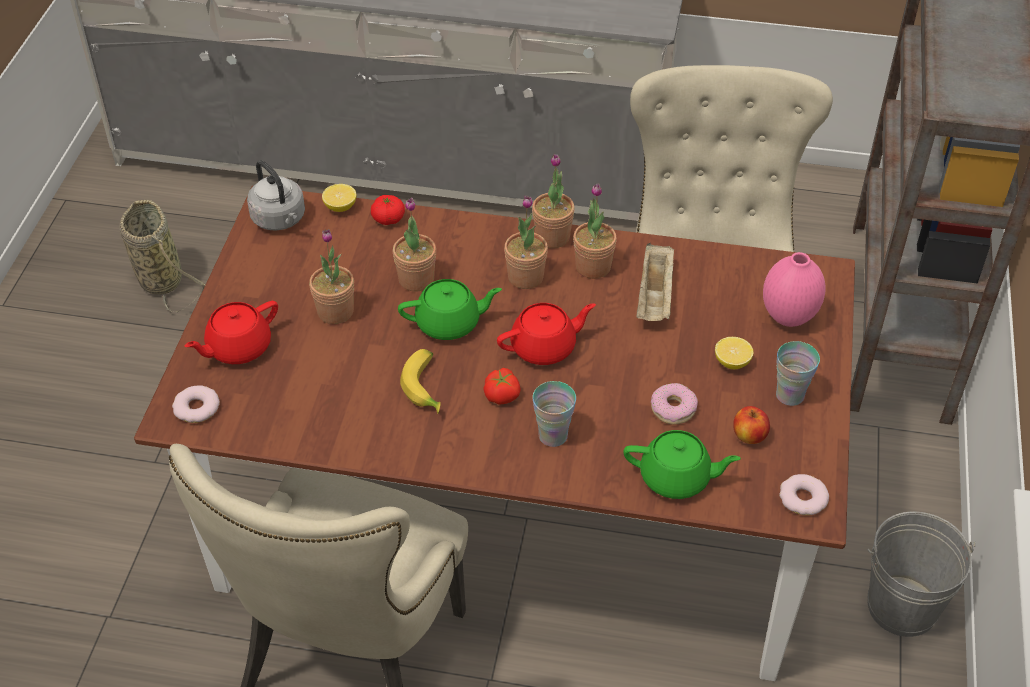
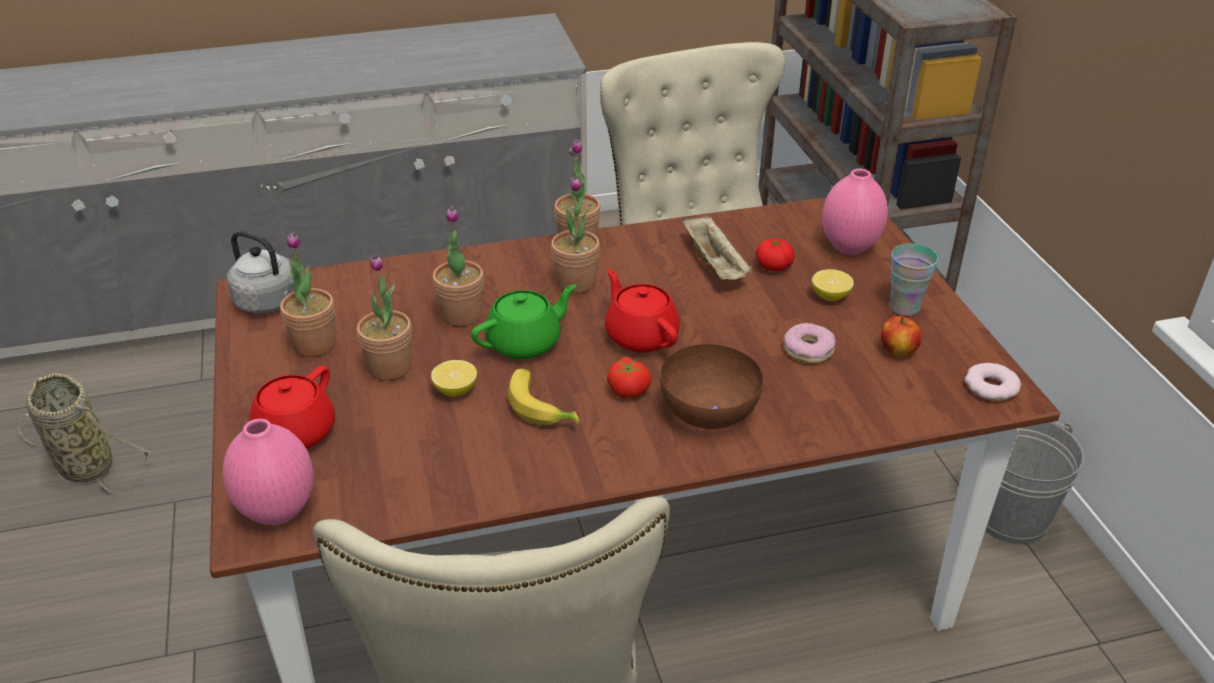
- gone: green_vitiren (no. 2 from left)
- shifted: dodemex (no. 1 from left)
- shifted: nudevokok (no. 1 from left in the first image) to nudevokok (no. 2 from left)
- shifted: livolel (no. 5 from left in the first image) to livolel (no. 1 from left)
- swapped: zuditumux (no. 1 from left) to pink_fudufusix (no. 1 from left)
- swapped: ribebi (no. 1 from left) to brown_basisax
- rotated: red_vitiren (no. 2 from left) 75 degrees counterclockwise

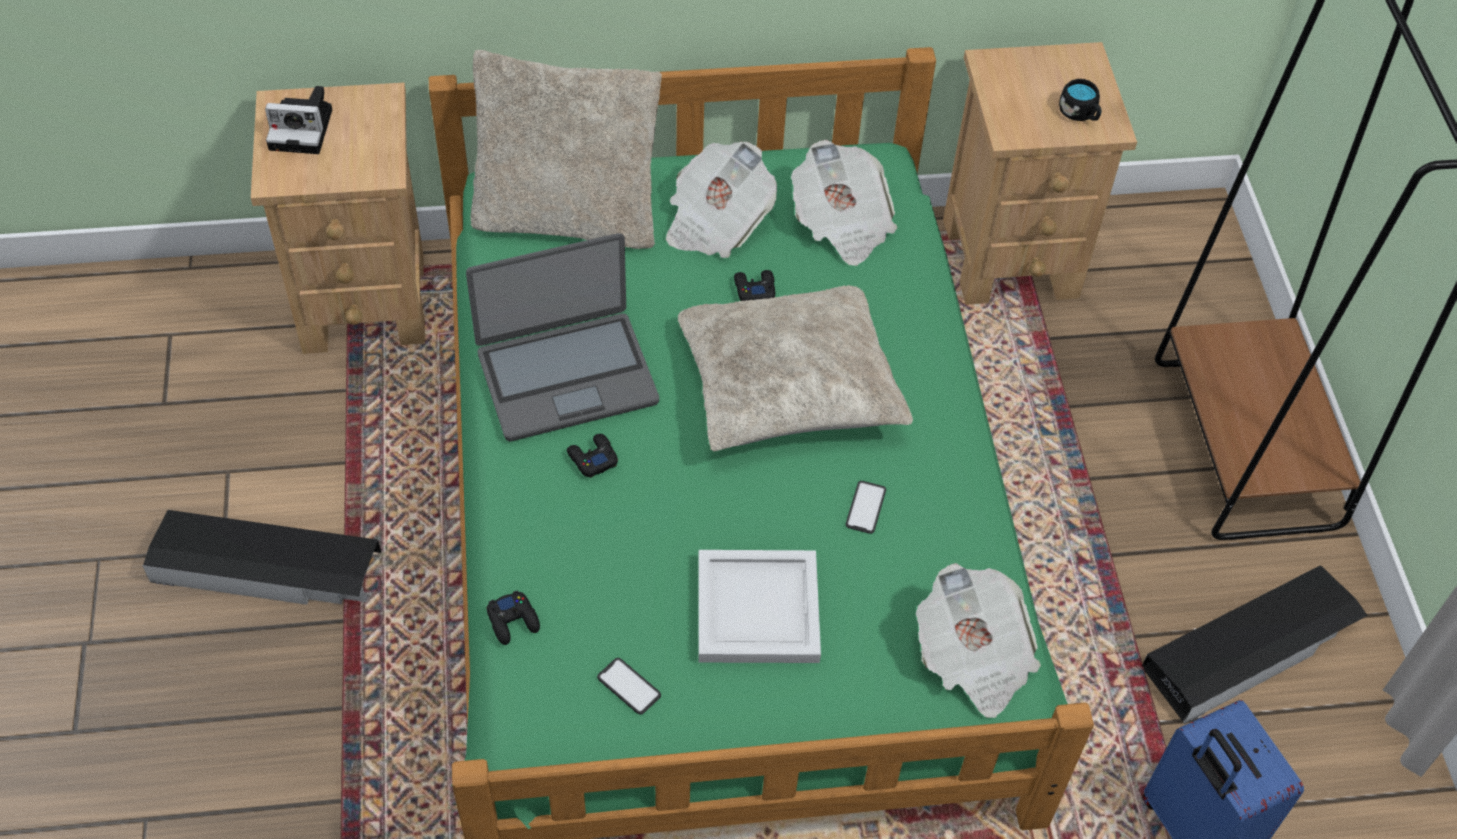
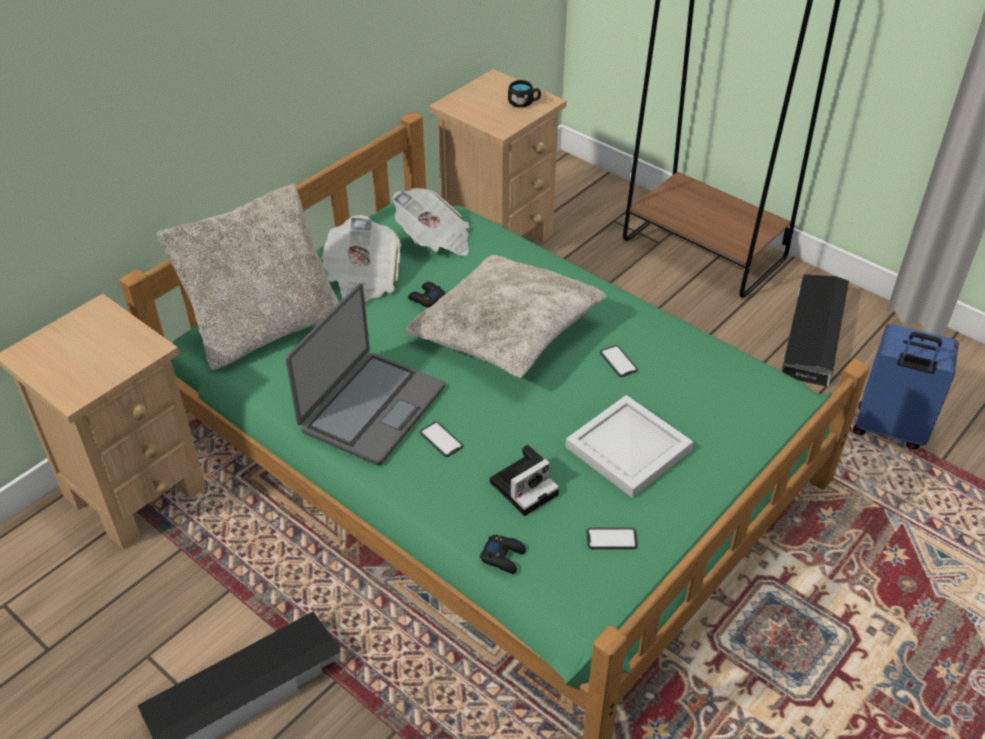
- gone: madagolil (no. 3 from left)
- shifted: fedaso
- swapped: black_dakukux (no. 2 from left) to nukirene (no. 1 from left)

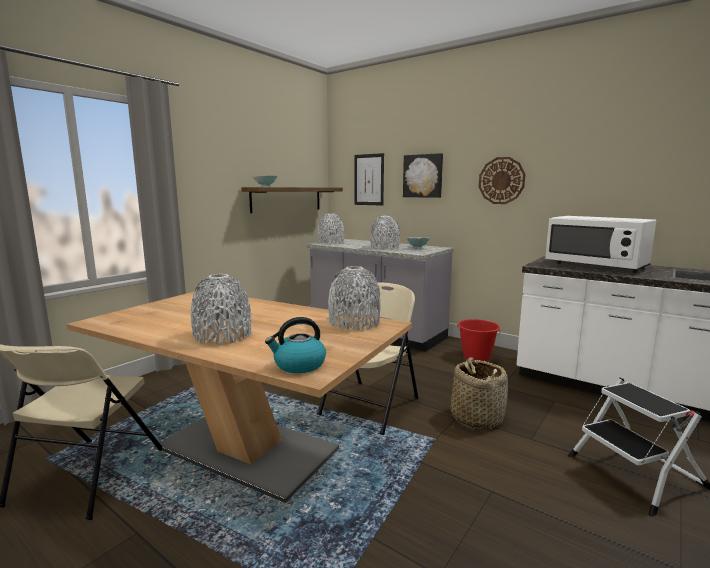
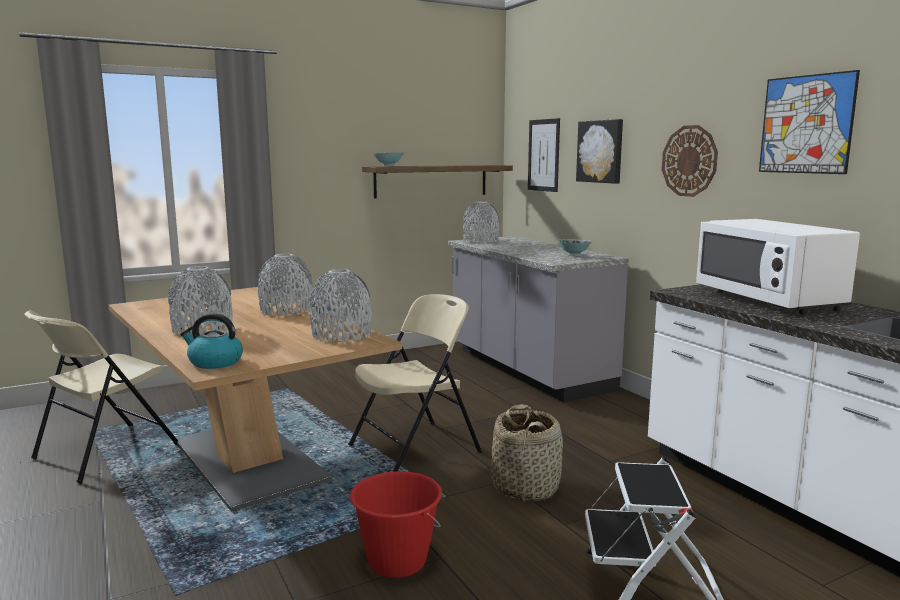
- new: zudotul (no. 3 from left)
- shifted: grey_fudufusix (no. 4 from left in the first image) to grey_fudufusix (no. 2 from left)
- shifted: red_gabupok

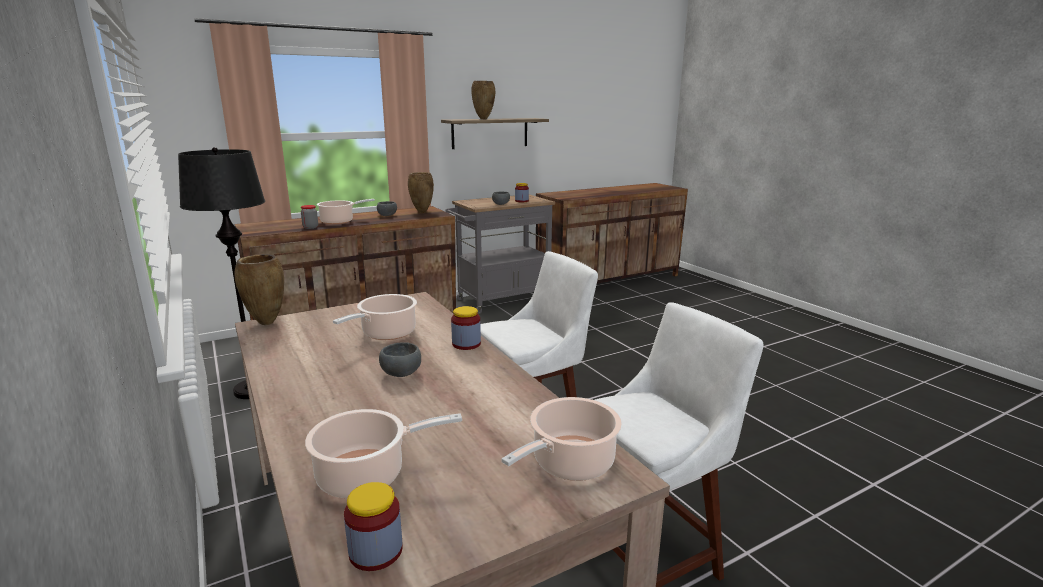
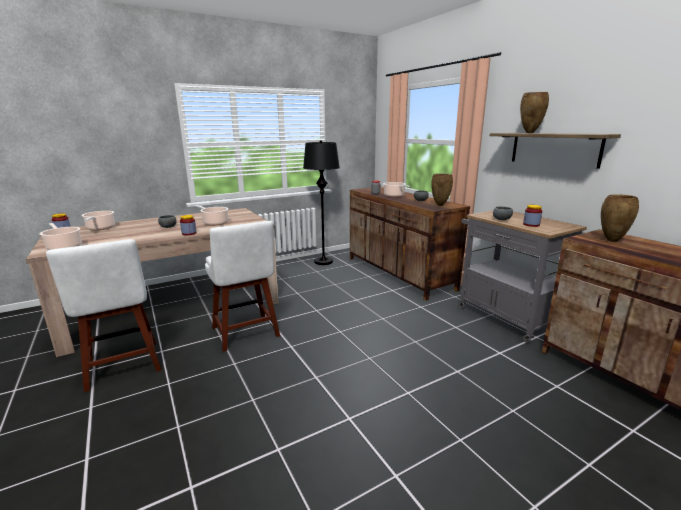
- shifted: brown_fudufusix (no. 1 from left in the first image) to brown_fudufusix (no. 3 from left)

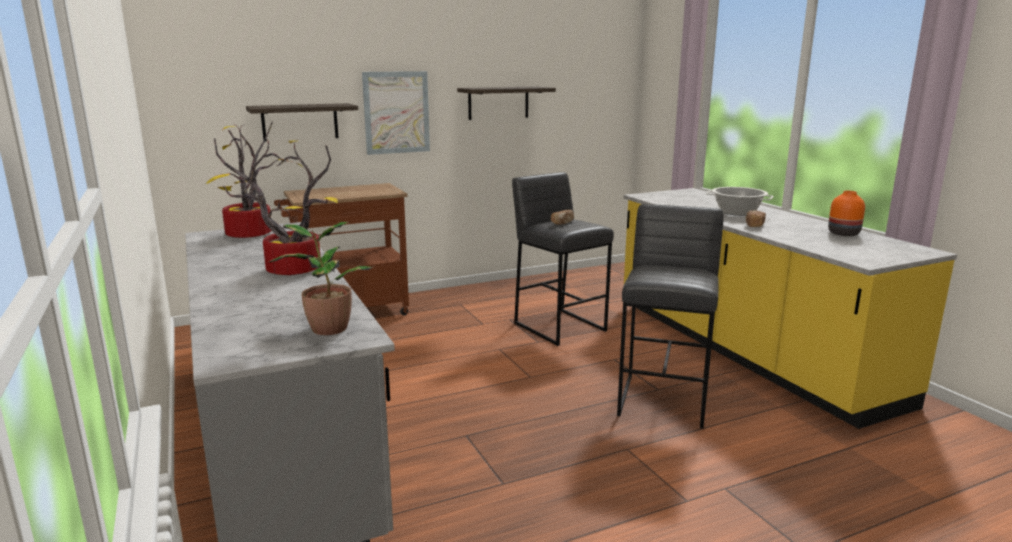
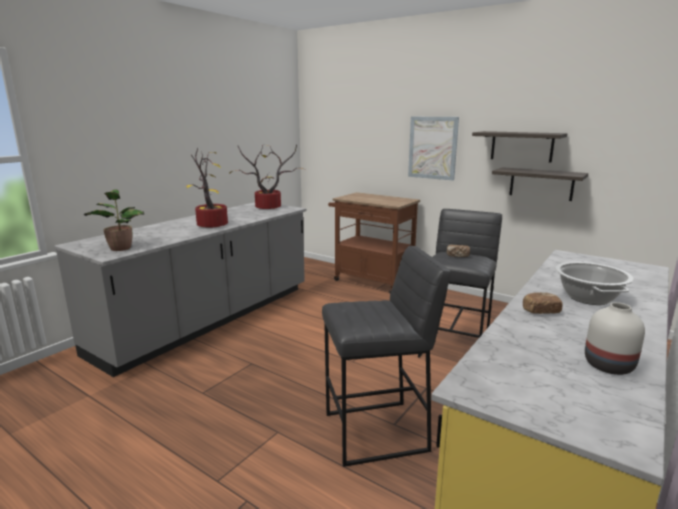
- shifted: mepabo (no. 1 from left in the first image) to mepabo (no. 2 from left)
- repainted: orange_fudufusix to white_fudufusix

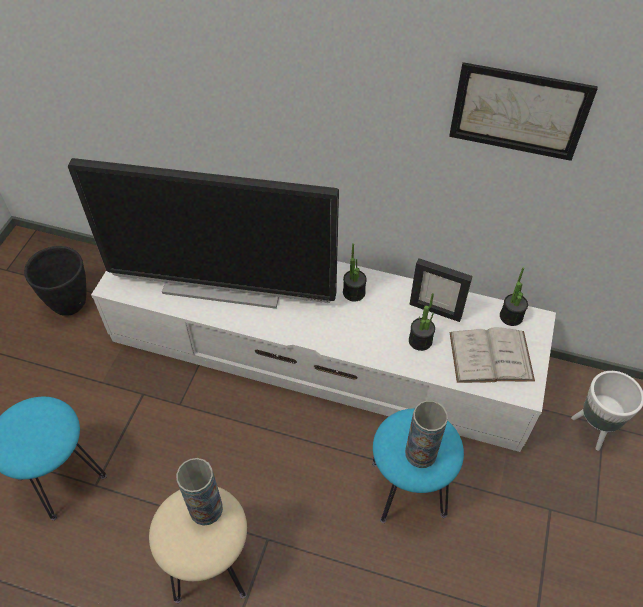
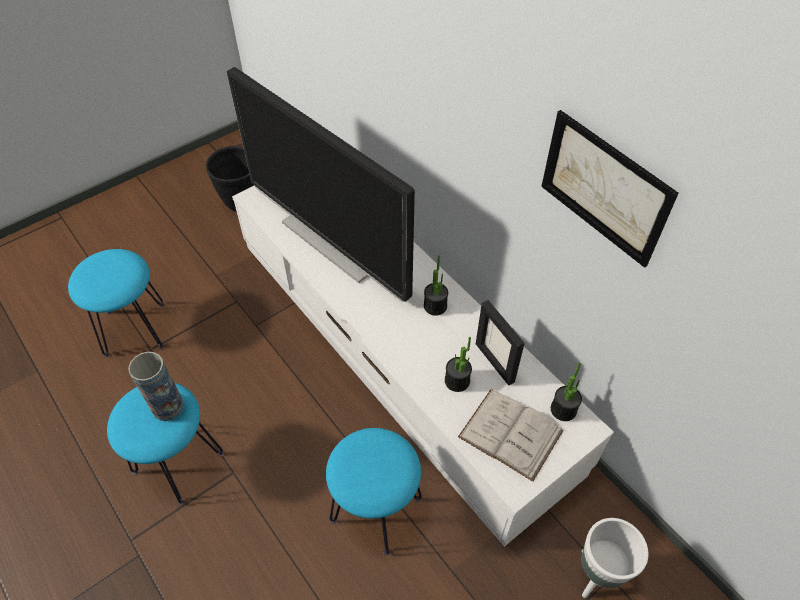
- gone: fudufusix (no. 2 from left)
- repainted: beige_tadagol to turquoise_tadagol (no. 2 from left)

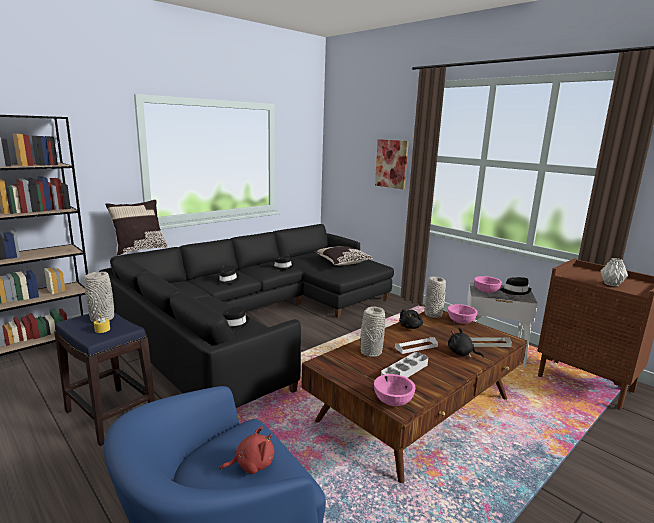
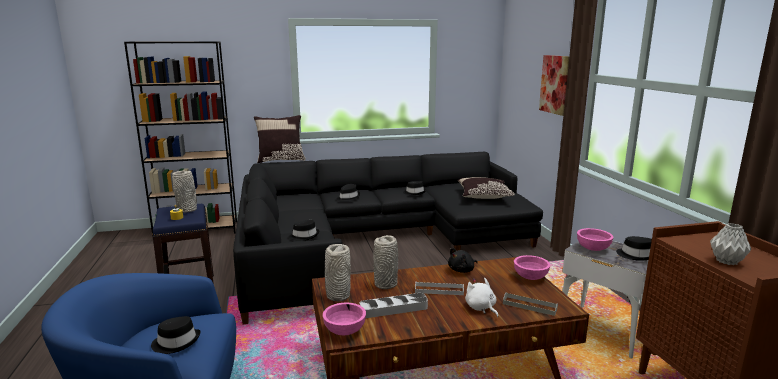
- shifted: grey_fudufusix (no. 3 from left in the first image) to grey_fudufusix (no. 2 from left)
- swapped: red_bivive to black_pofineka (no. 1 from left)
- repainted: black_bivive (no. 2 from left) to white_bivive

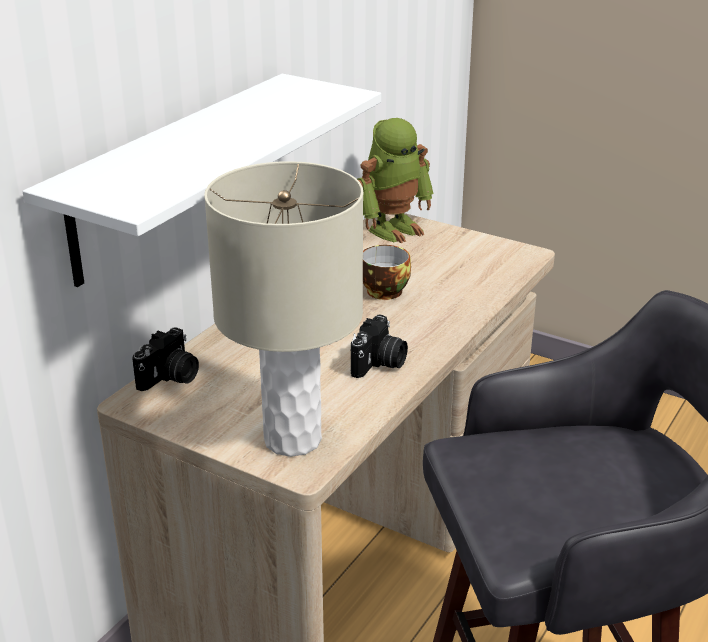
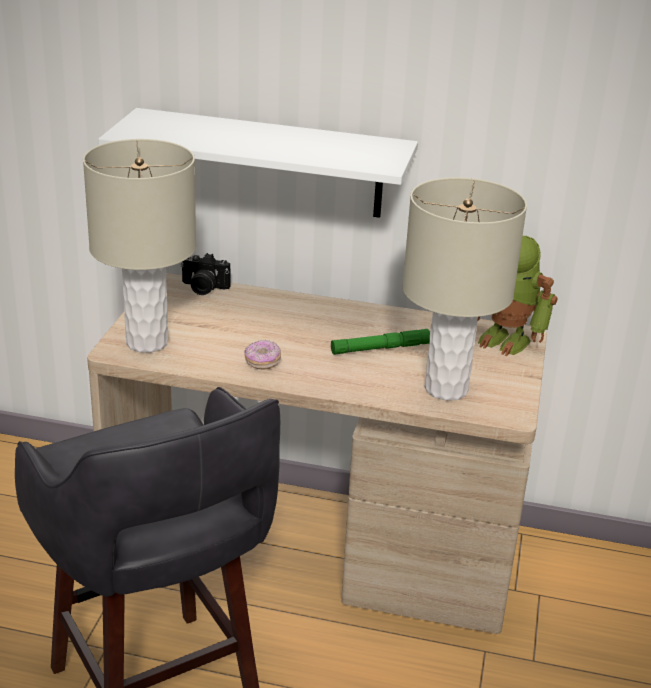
- new: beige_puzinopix (no. 2 from left)
- swapped: fedaso (no. 2 from left) to zuditumux
- swapped: ribebi to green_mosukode

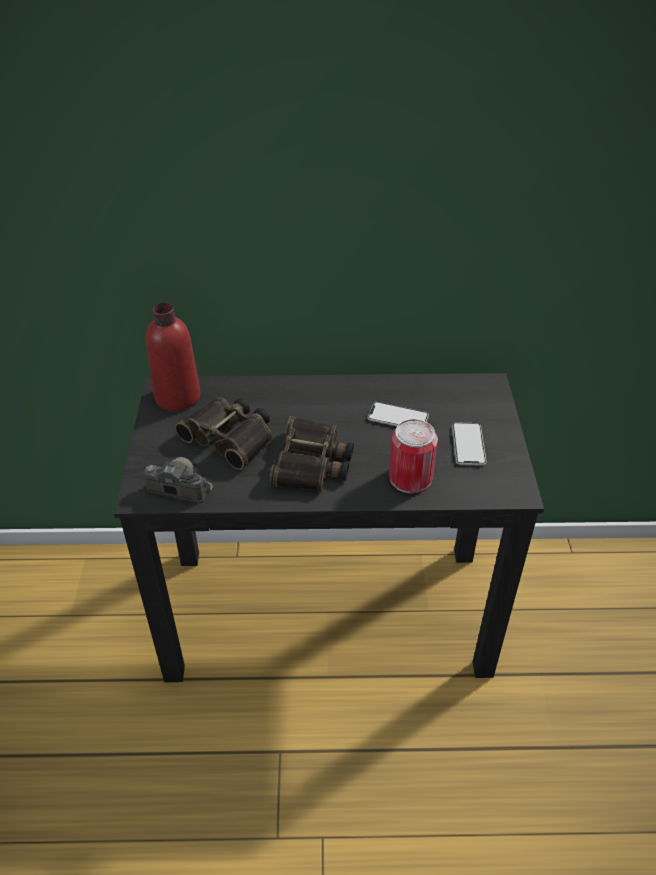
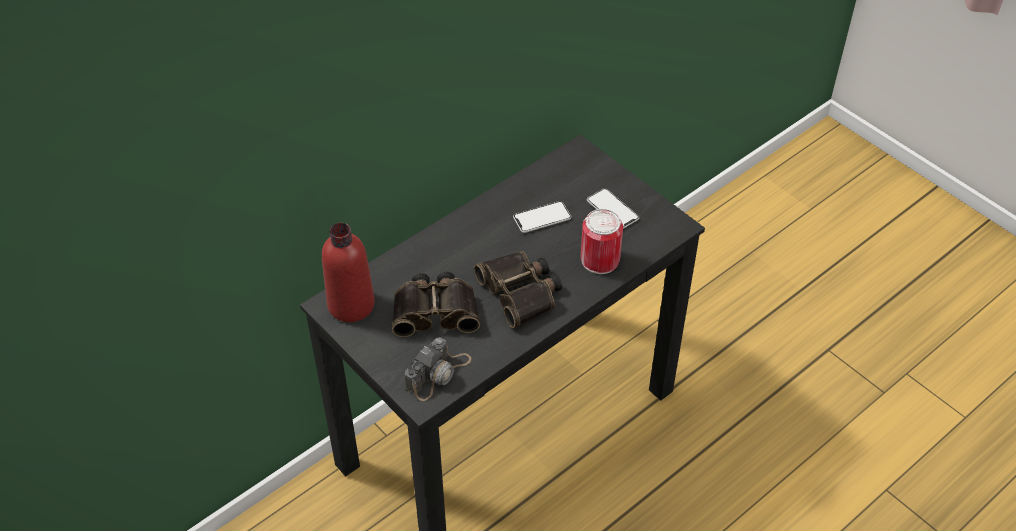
- rotated: fedaso 150 degrees clockwise

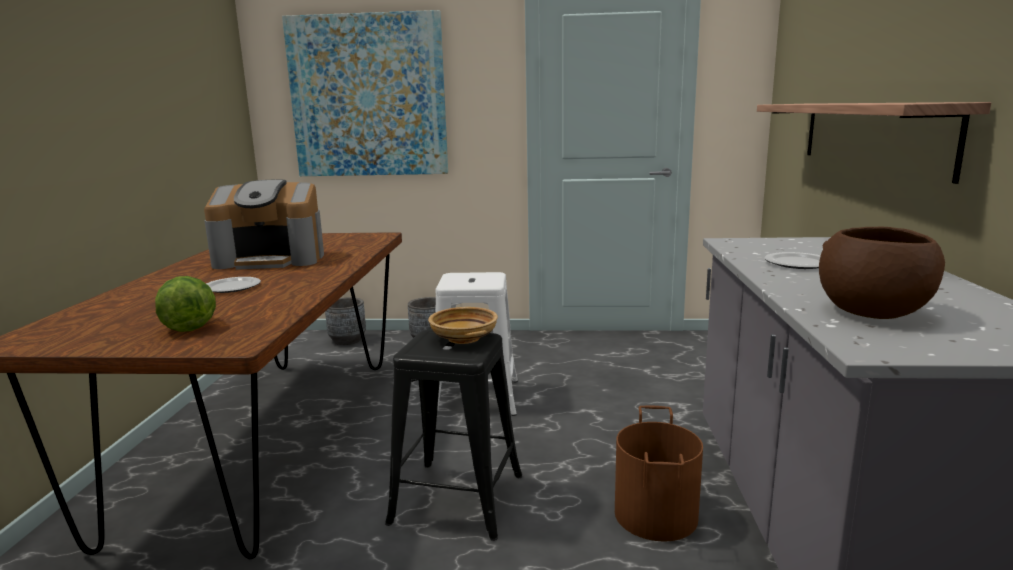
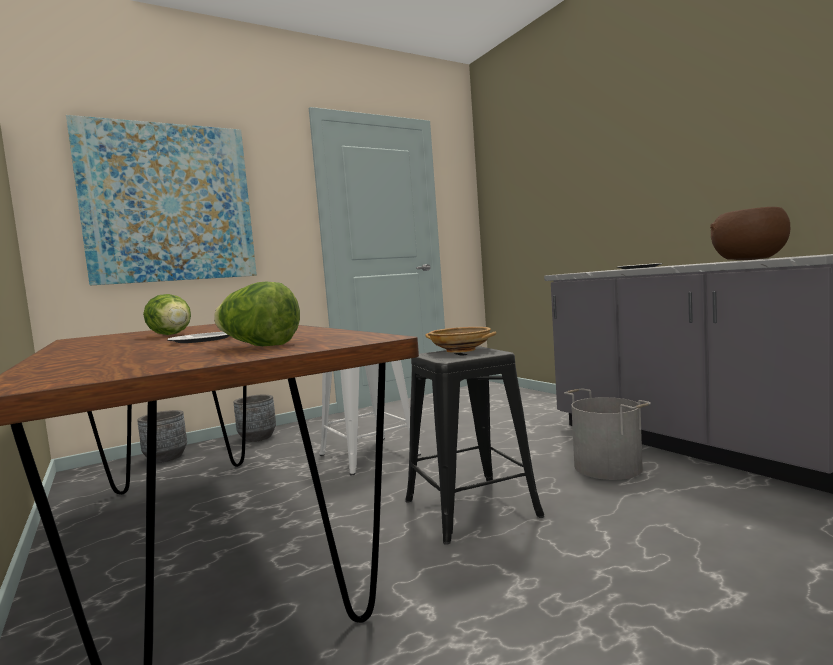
- gone: mepabo
- swapped: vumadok to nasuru (no. 1 from left)
- repainted: brown_gabupok to grey_gabupok

